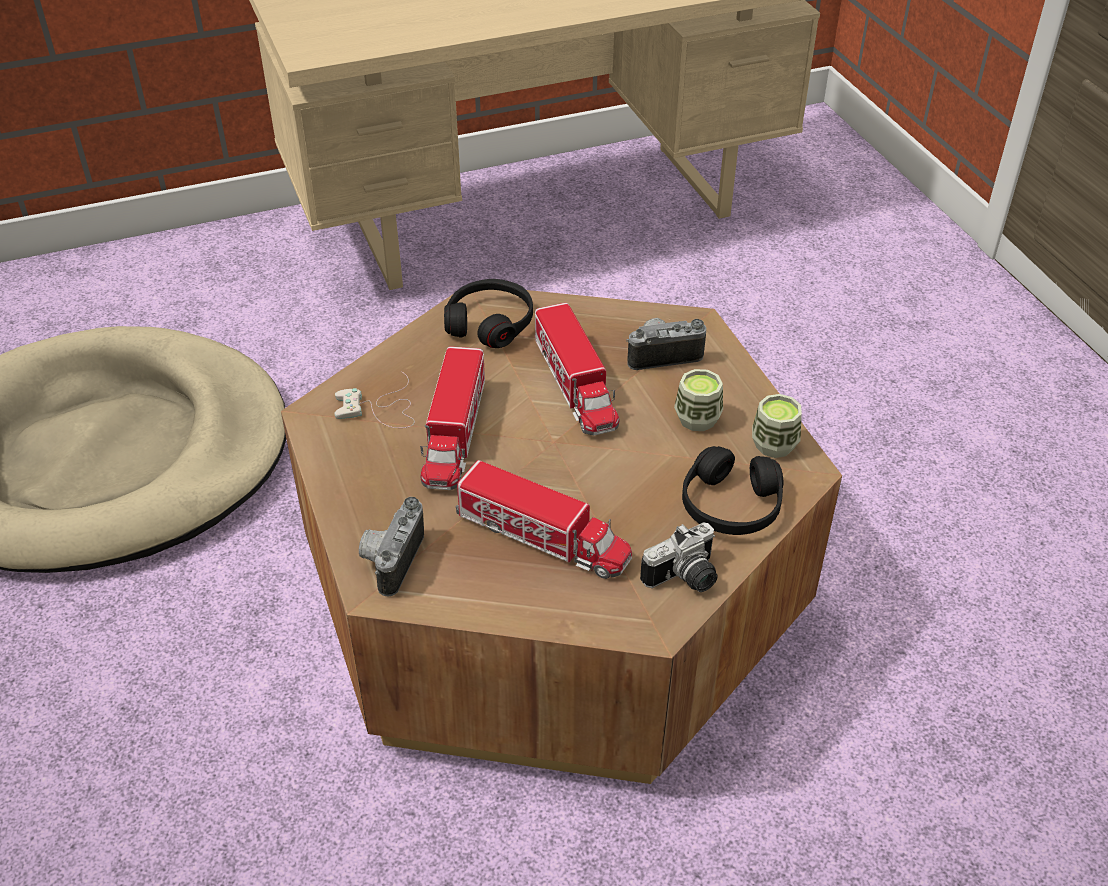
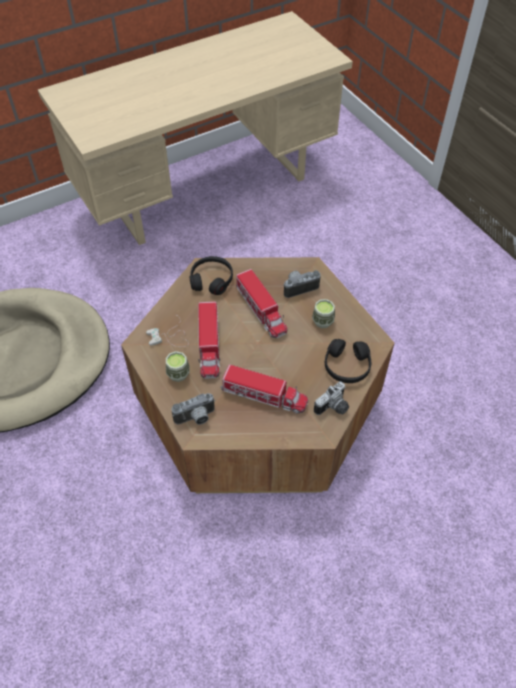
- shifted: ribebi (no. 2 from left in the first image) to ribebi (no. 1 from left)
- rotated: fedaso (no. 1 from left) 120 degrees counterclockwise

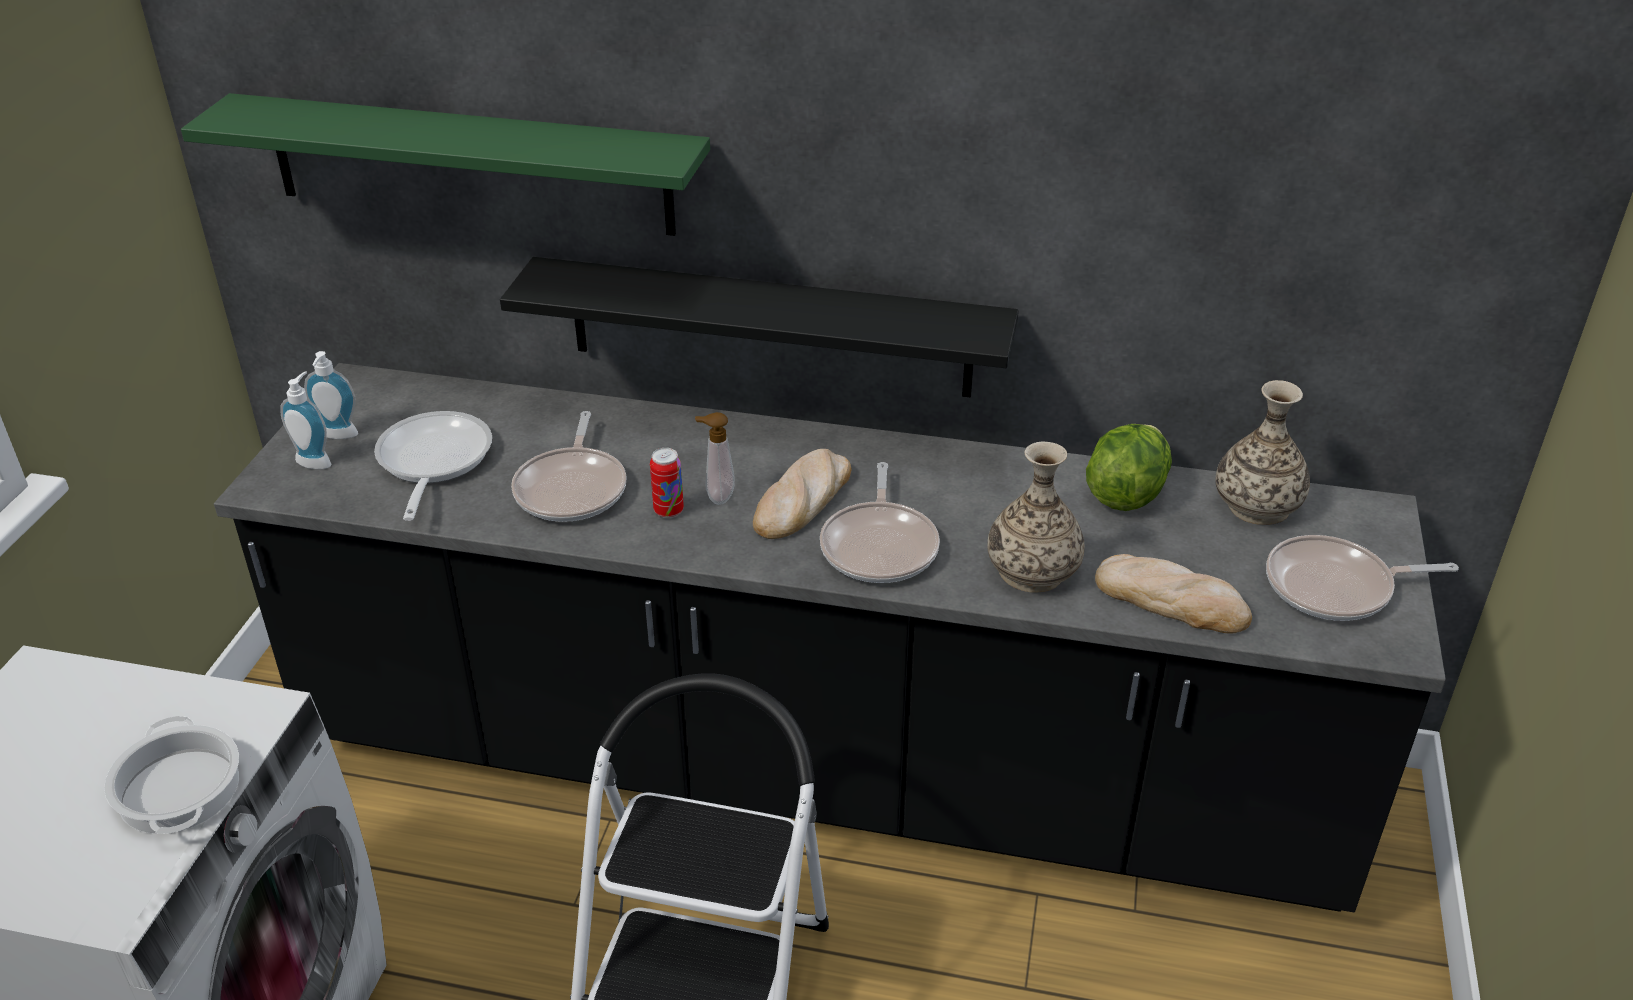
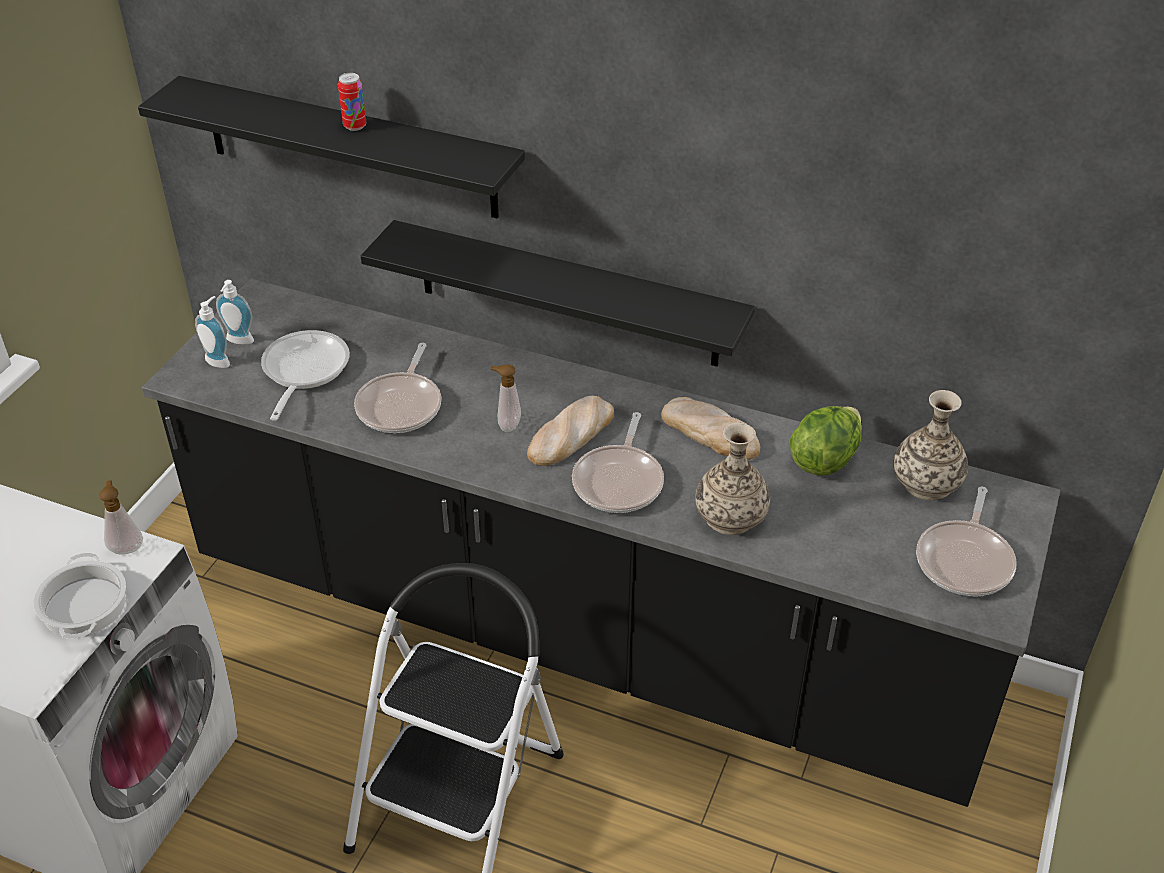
- new: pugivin (no. 1 from left)
- shifted: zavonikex
- shifted: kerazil (no. 2 from left)
- repainted: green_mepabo to black_mepabo (no. 1 from left)
- rotated: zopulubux (no. 4 from left) 75 degrees counterclockwise

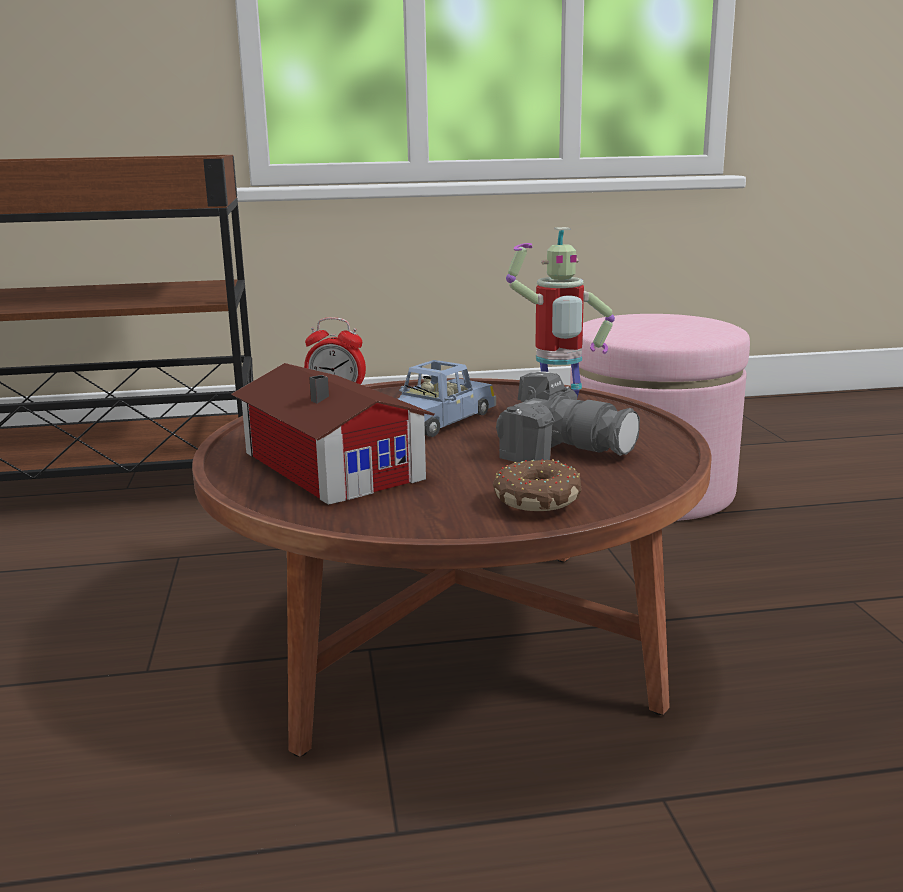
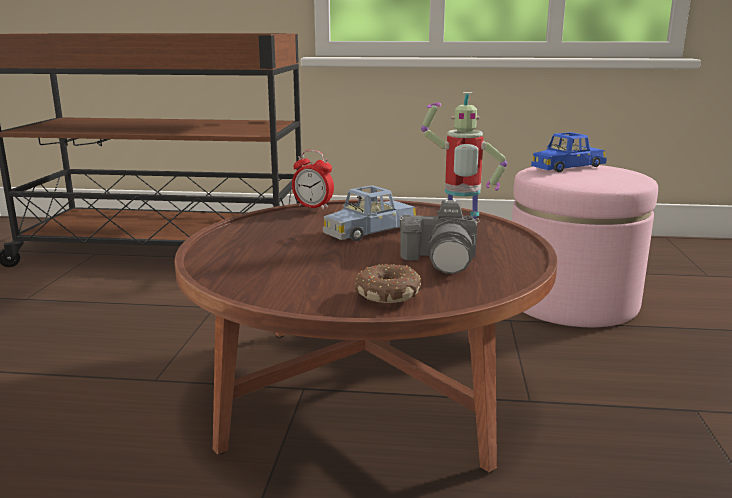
- gone: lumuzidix
- new: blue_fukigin (no. 2 from left)
- rotated: fedaso 45 degrees clockwise

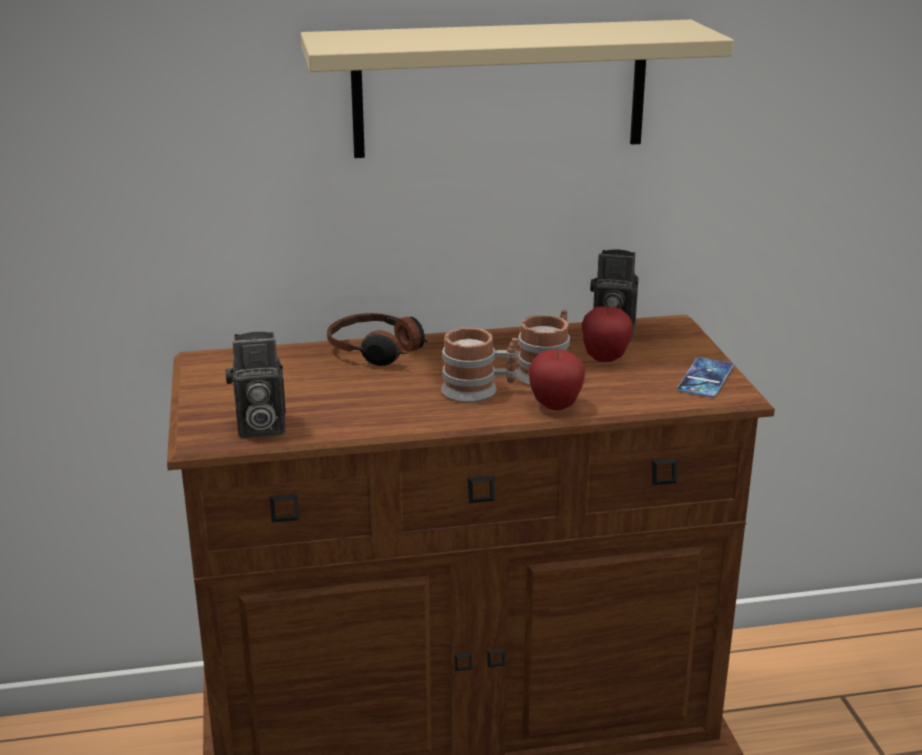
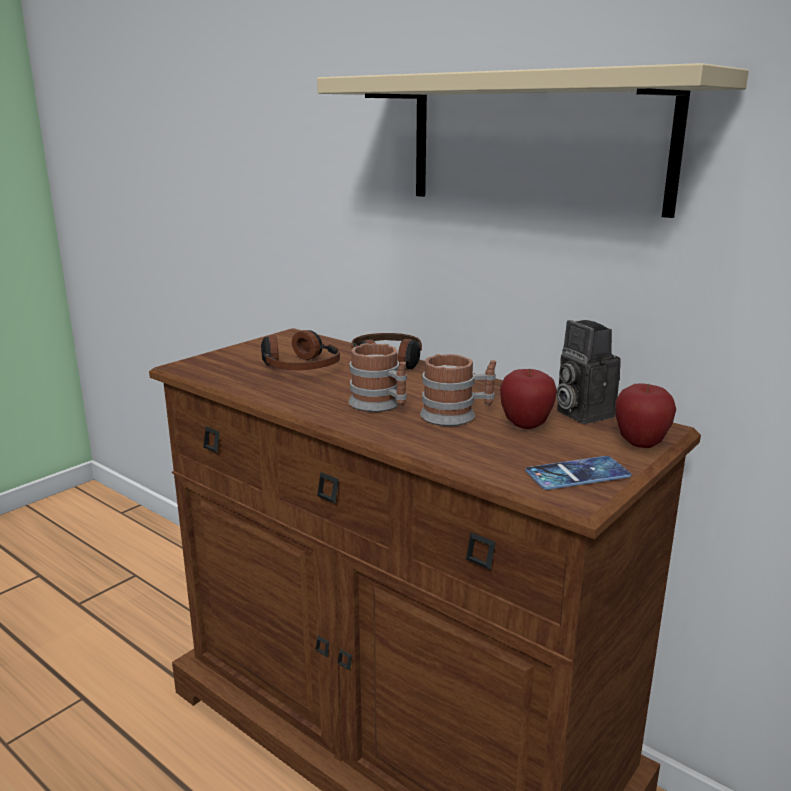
- gone: fedaso (no. 1 from left)
- new: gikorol (no. 1 from left)
- shifted: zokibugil (no. 1 from left in the first image) to zokibugil (no. 2 from left)

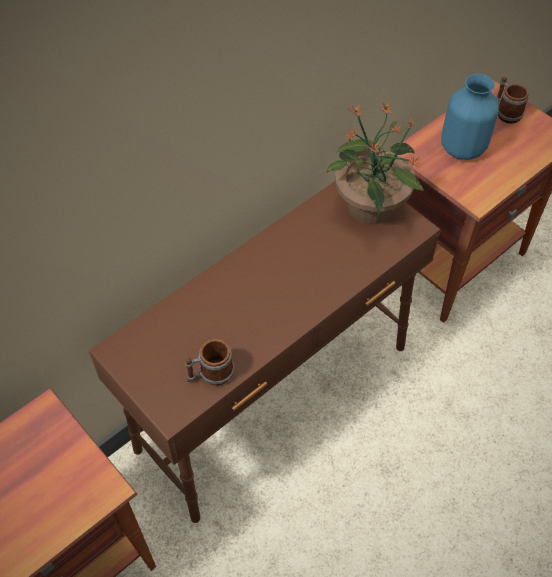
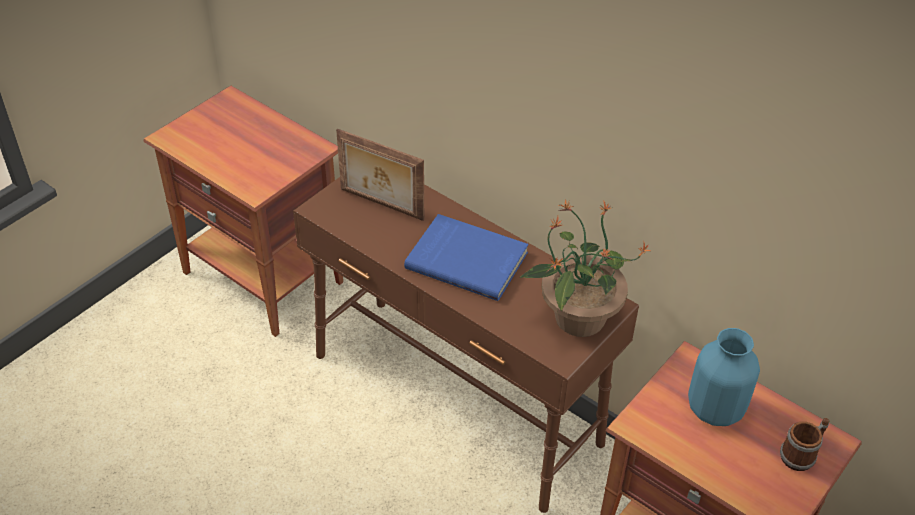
- gone: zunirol (no. 1 from left)
- new: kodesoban
- new: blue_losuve

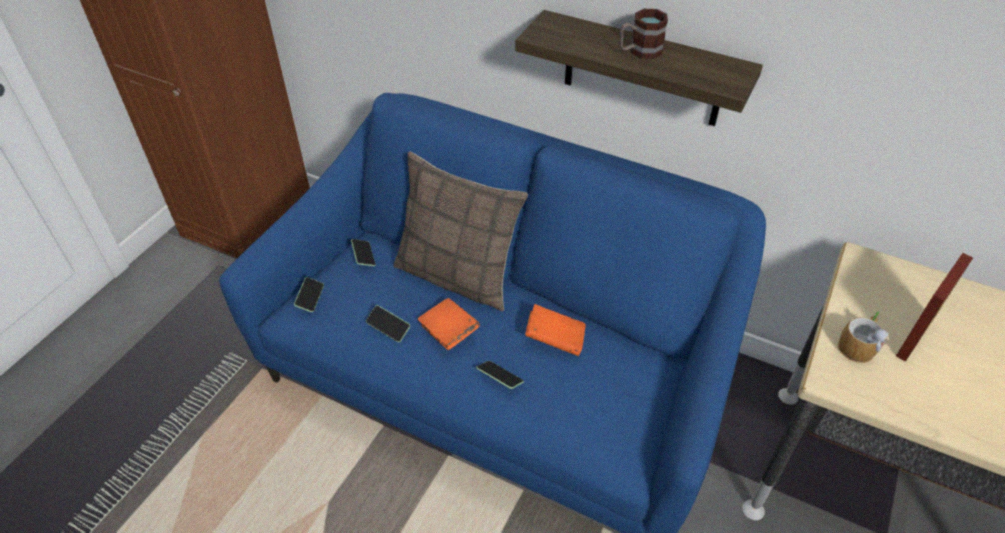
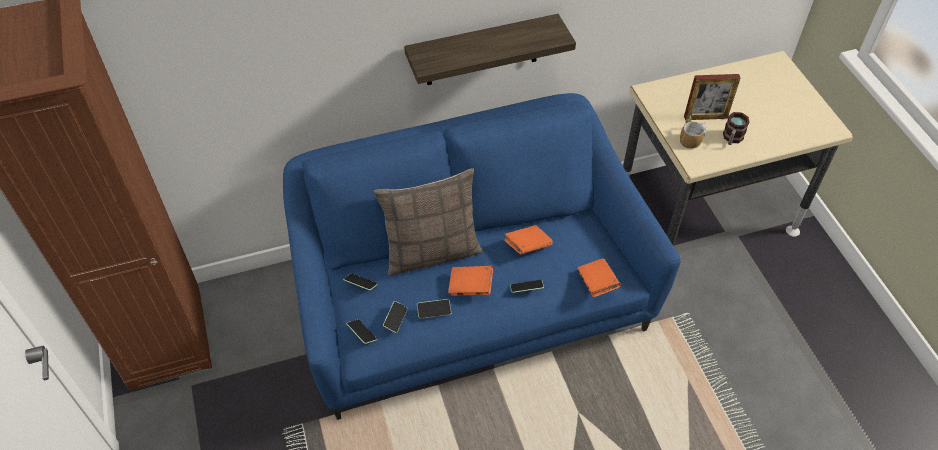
- new: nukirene (no. 3 from left)
- new: orange_losuve (no. 3 from left)
- shifted: zunirol (no. 1 from left in the first image) to zunirol (no. 2 from left)
- rotated: kodesoban 90 degrees clockwise

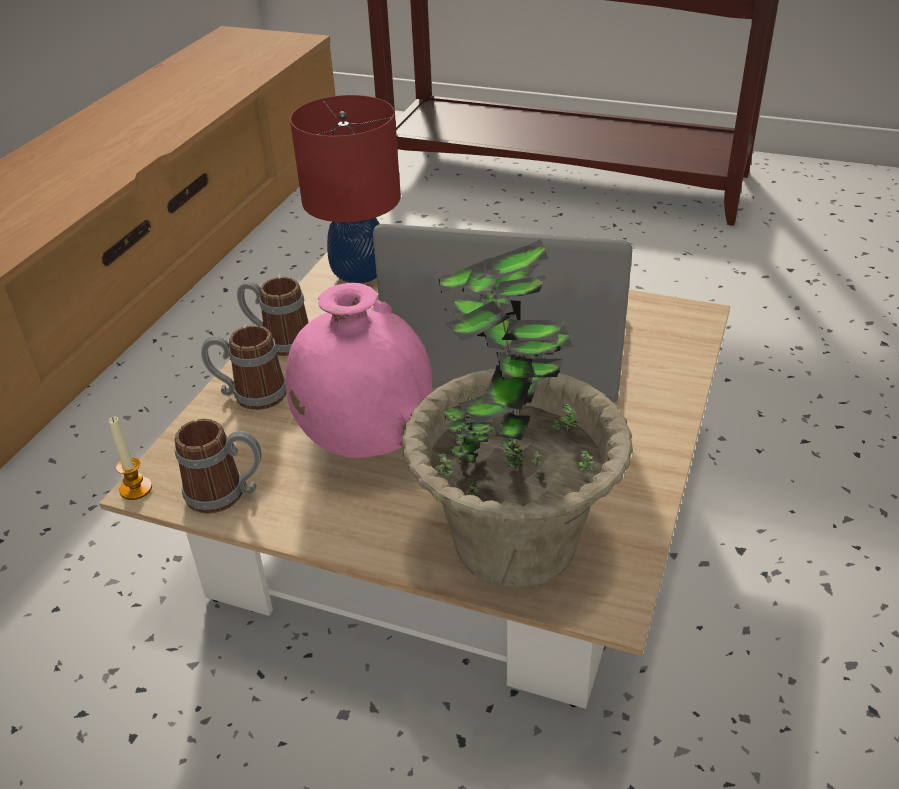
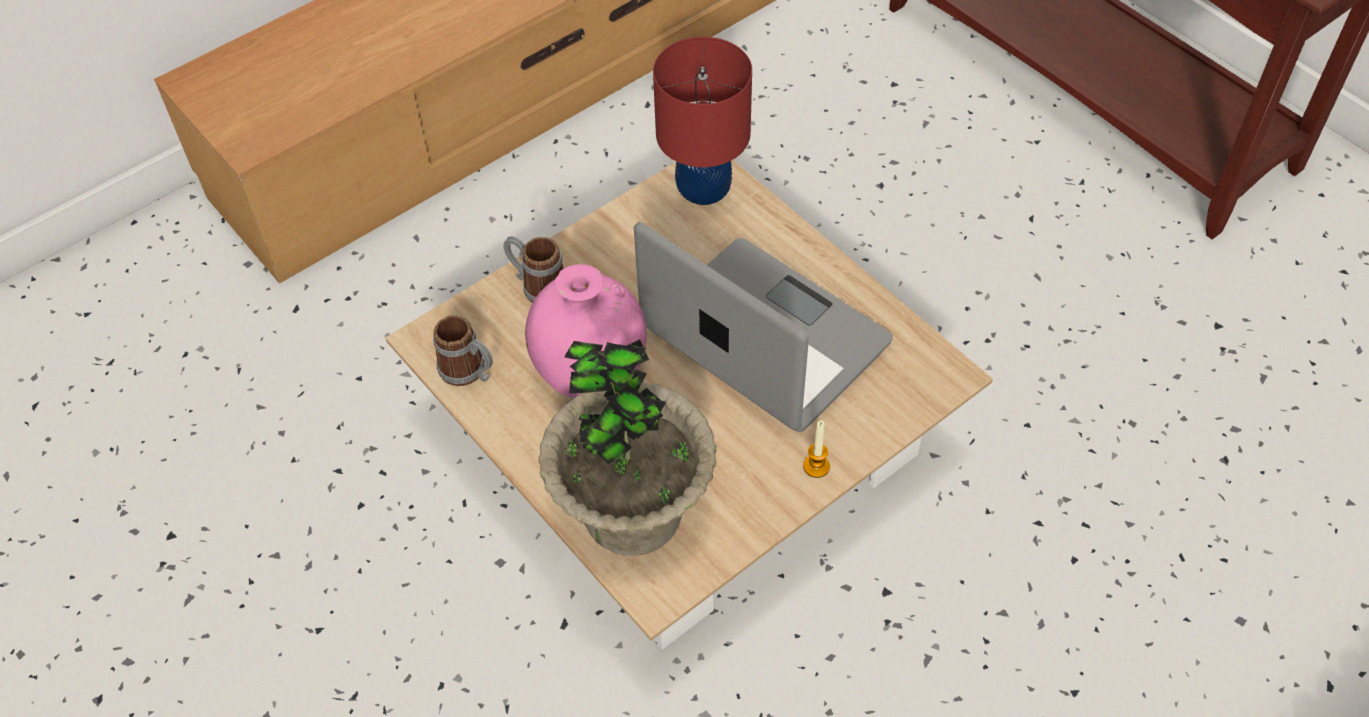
- gone: zunirol (no. 3 from left)
- shifted: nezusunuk

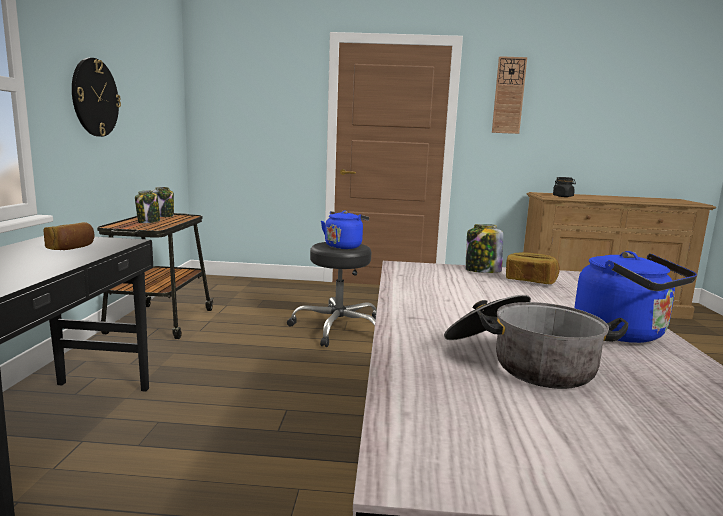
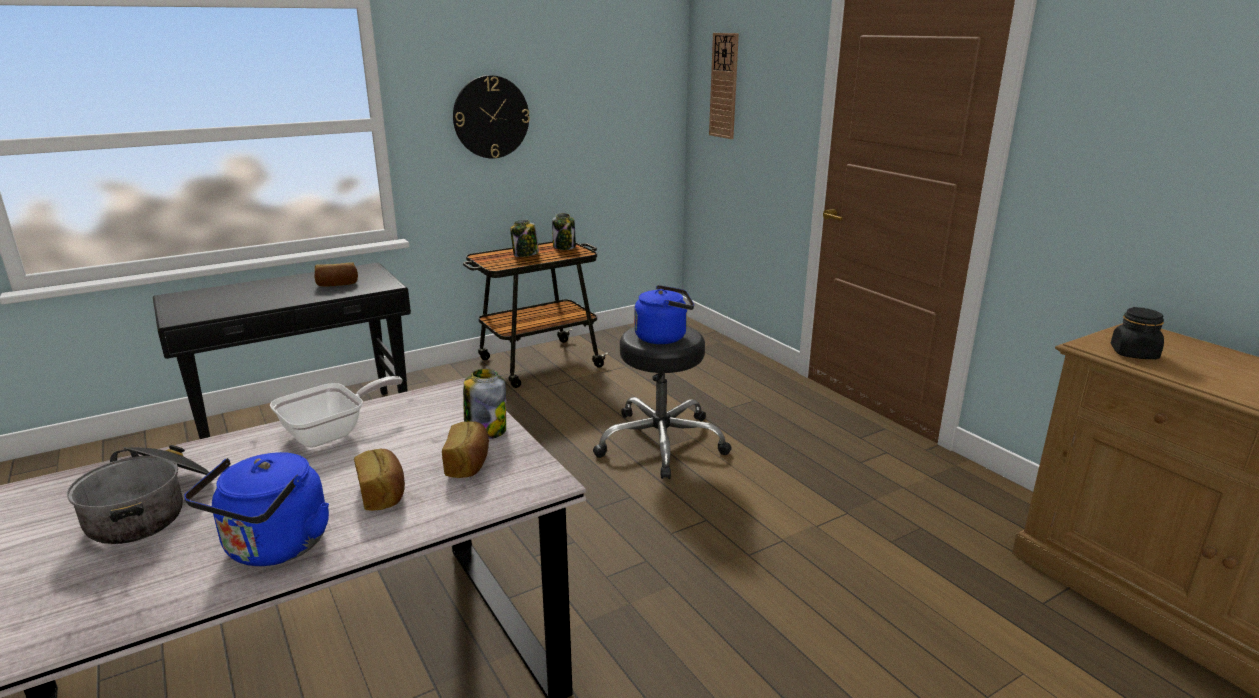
- new: zopulubux
- new: kerazil (no. 2 from left)
- shifted: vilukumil (no. 2 from left)

